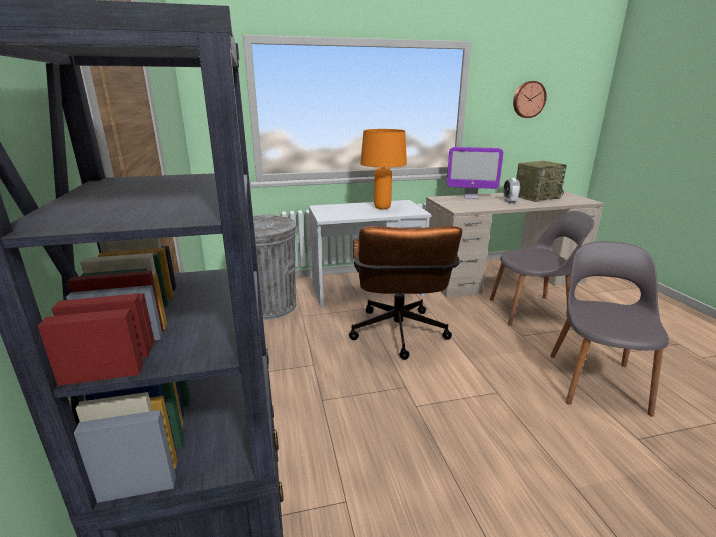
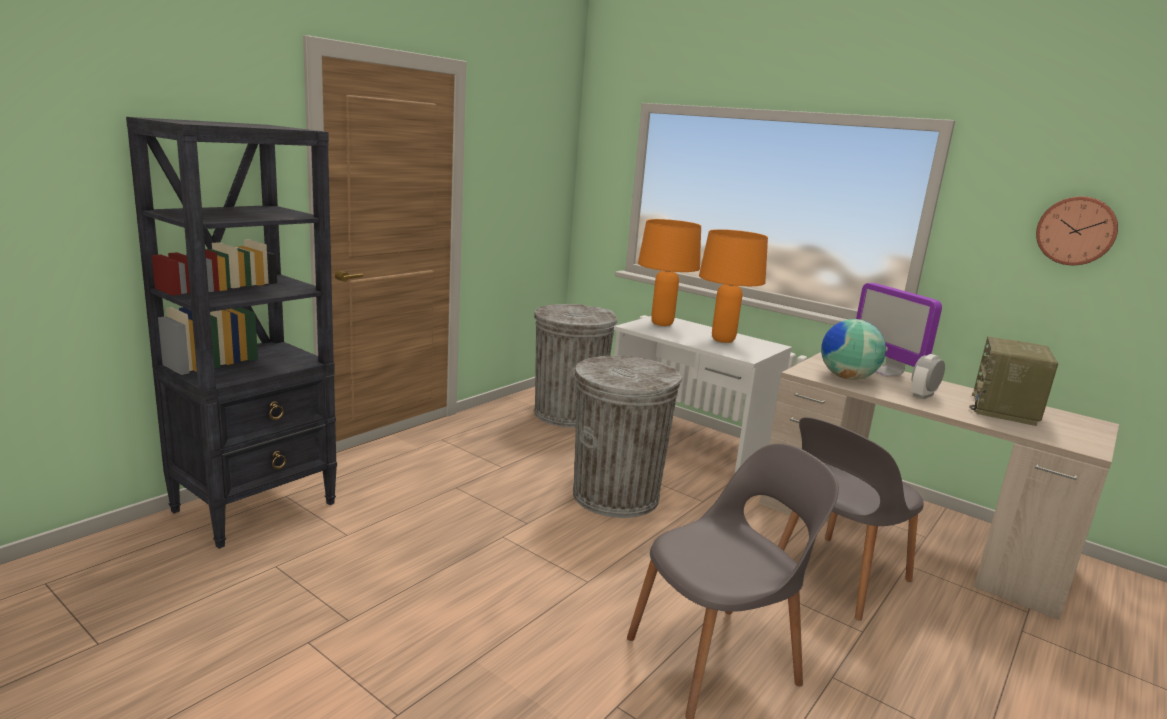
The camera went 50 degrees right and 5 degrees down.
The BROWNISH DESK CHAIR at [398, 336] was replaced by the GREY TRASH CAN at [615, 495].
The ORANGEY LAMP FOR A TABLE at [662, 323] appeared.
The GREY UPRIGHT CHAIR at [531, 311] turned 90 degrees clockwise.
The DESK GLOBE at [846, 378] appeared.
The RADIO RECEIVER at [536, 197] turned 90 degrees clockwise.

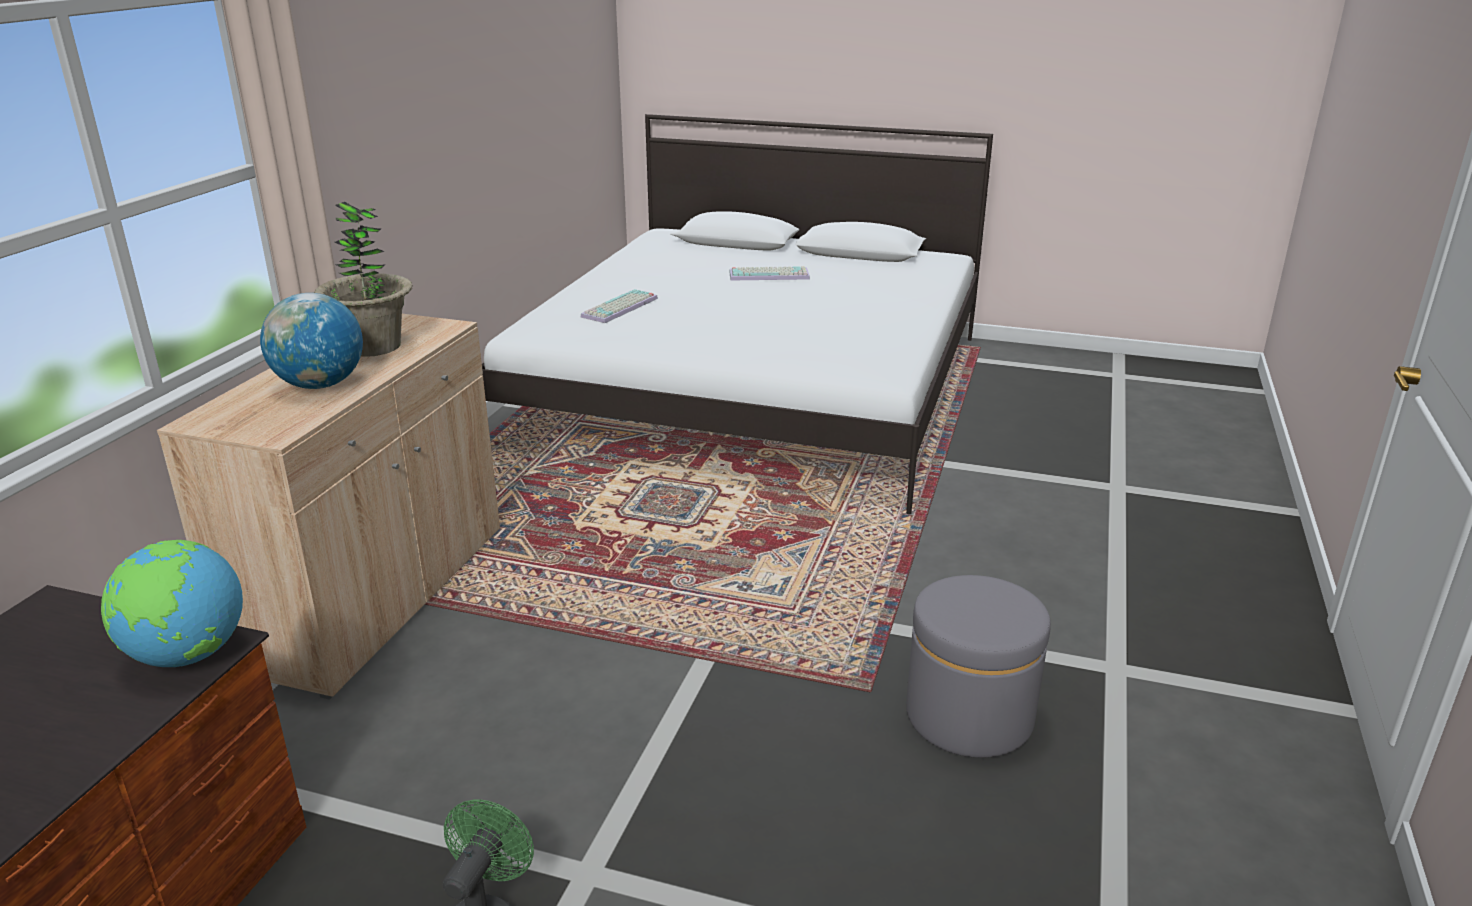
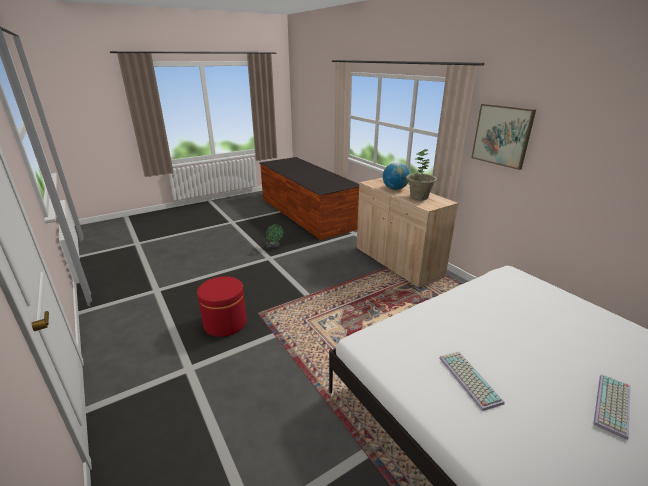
The camera went 130 degrees right and 0 degrees up.
The GREY FOOTREST at [969, 716] became the RED-COLOURED FOOTREST at [225, 323].
The KEYBOARD moved from [620, 308] to [467, 379].
The PICTURE at [502, 135] appeared.
The DESK GLOBE at [187, 655] disappeared.

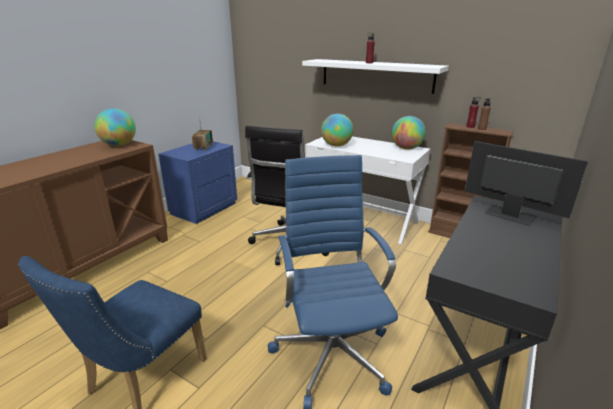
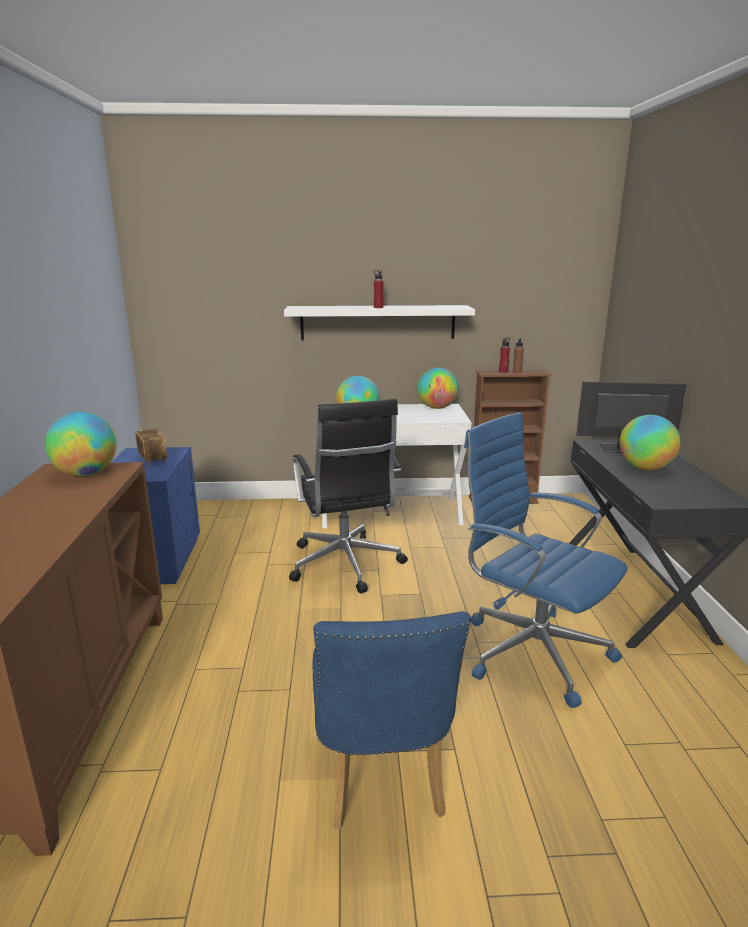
The camera went 35 degrees left and 5 degrees down.
The DESK GLOBE at [644, 468] appeared.

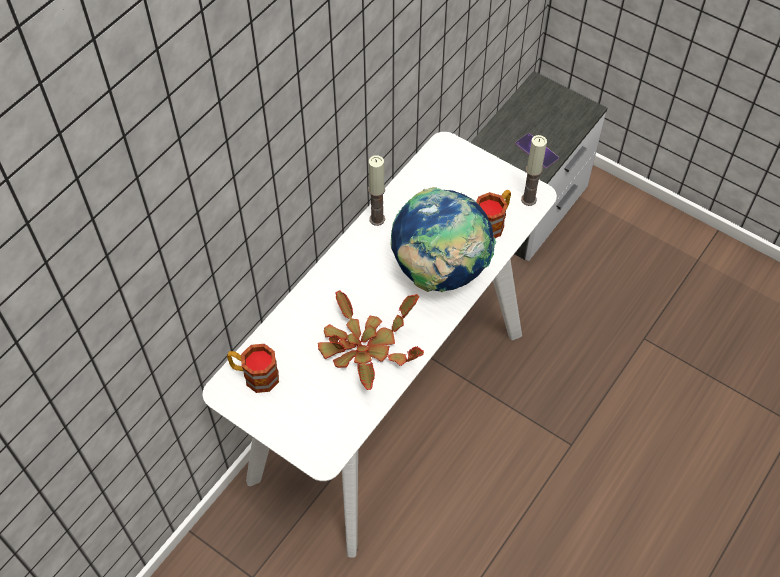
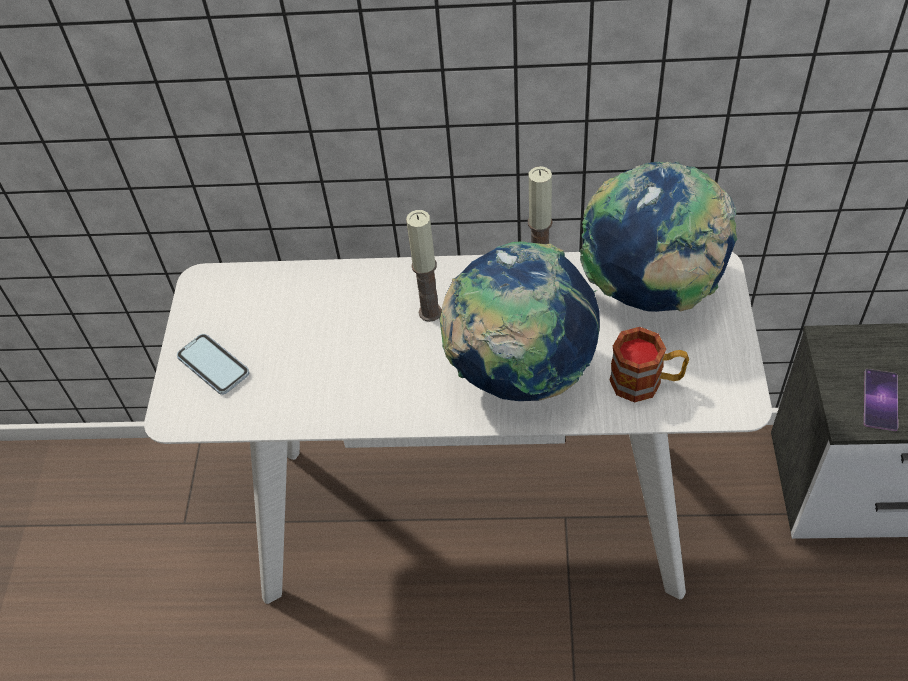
The camera went 60 degrees right and 5 degrees down.
The HANDSET at [213, 365] appeared.
The WAX CANDLE moved from [529, 199] to [430, 312].
The DESK GLOBE at [651, 290] appeared.
The TEA MUG at [254, 375] disappeared.
The PLANT IN A POT at [364, 348] disappeared.

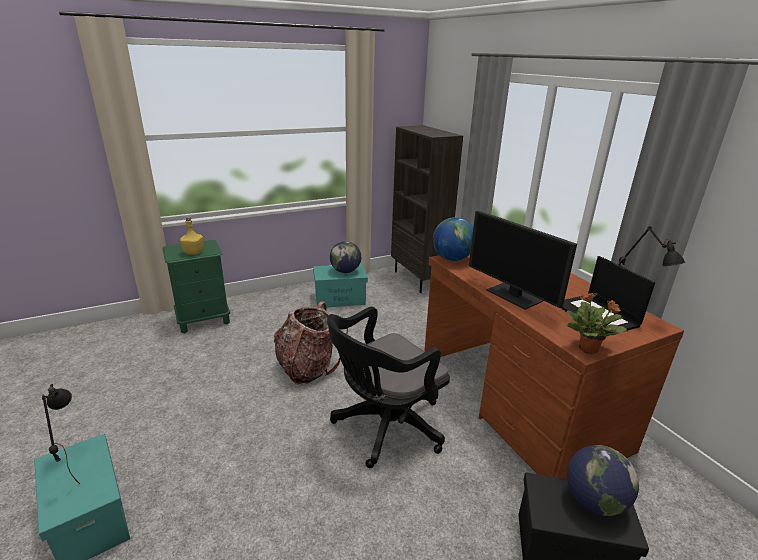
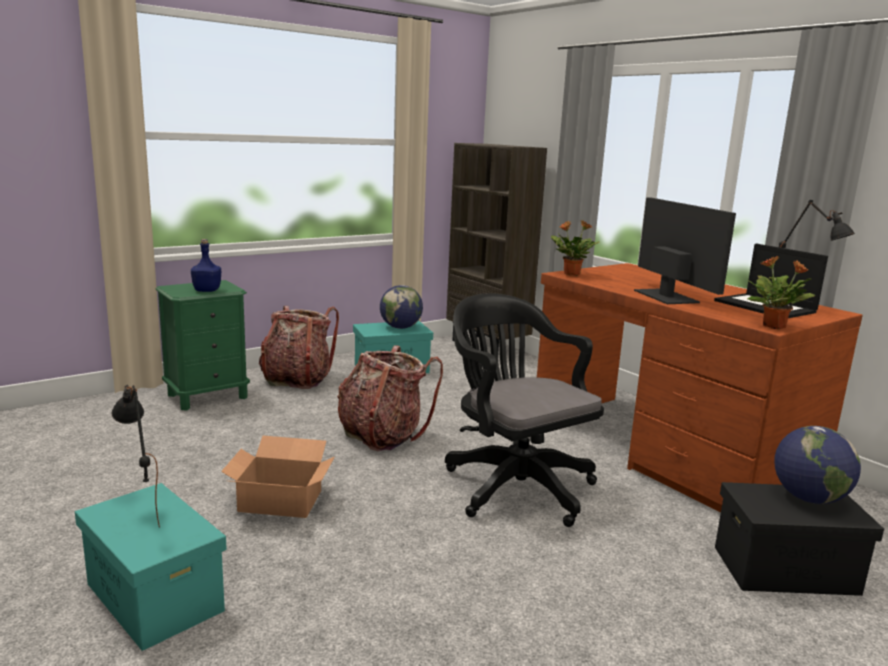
The camera went 10 degrees left and 10 degrees down.
The YELLOW-COLOURED DRINK BOTTLE at [194, 252] became the BLUE DRINK BOTTLE at [207, 290].
The PACKING BOX at [280, 500] appeared.
The BACKPACK at [297, 379] appeared.
The BLACK DESK CHAIR at [384, 428] turned 105 degrees clockwise.
The DESK GLOBE at [452, 259] was replaced by the PLANT IN A POT at [571, 274].
The COMPUTER DISPLAY at [515, 295] turned 150 degrees counterclockwise.

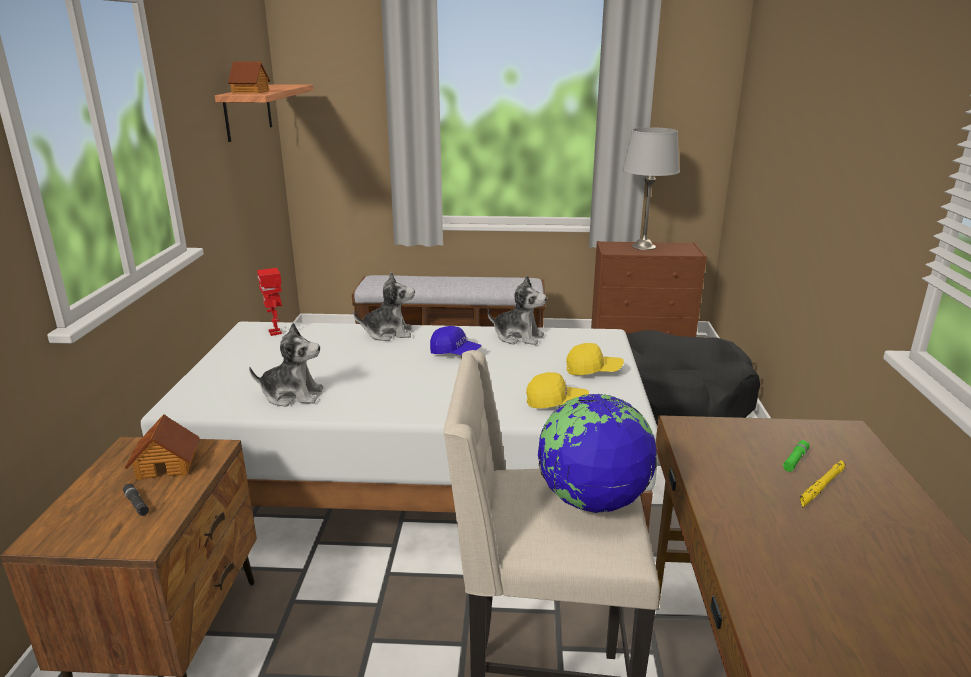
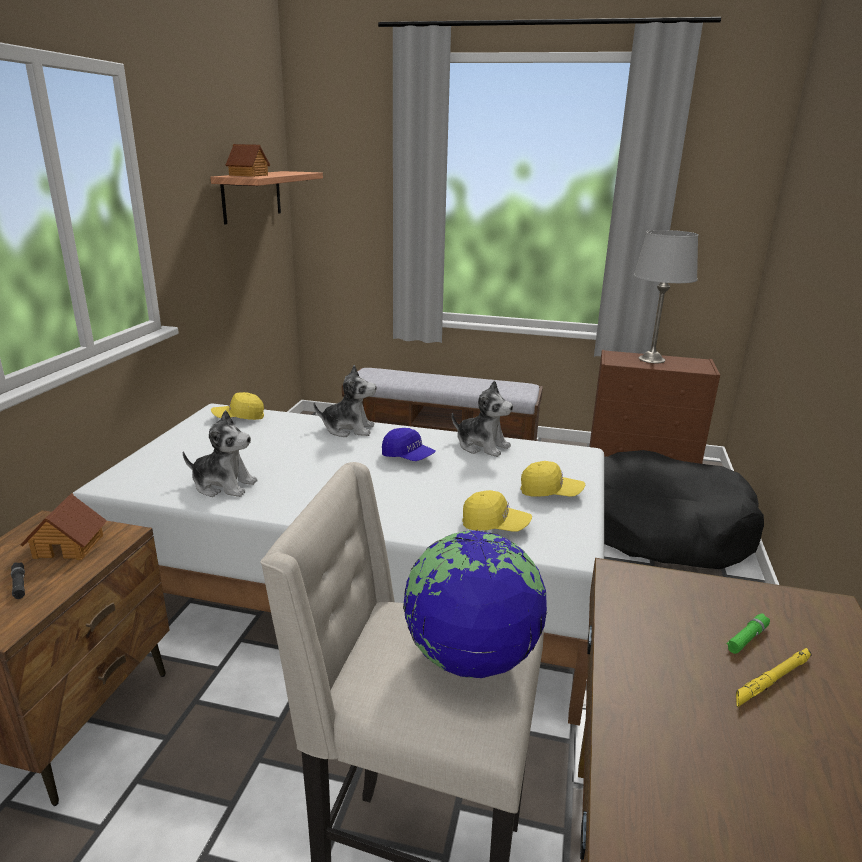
The camera went 10 degrees right and 0 degrees up.
The TOY ROBOT at [276, 332] was replaced by the YELLOW-COLOURED PEAKED CAP at [239, 417].

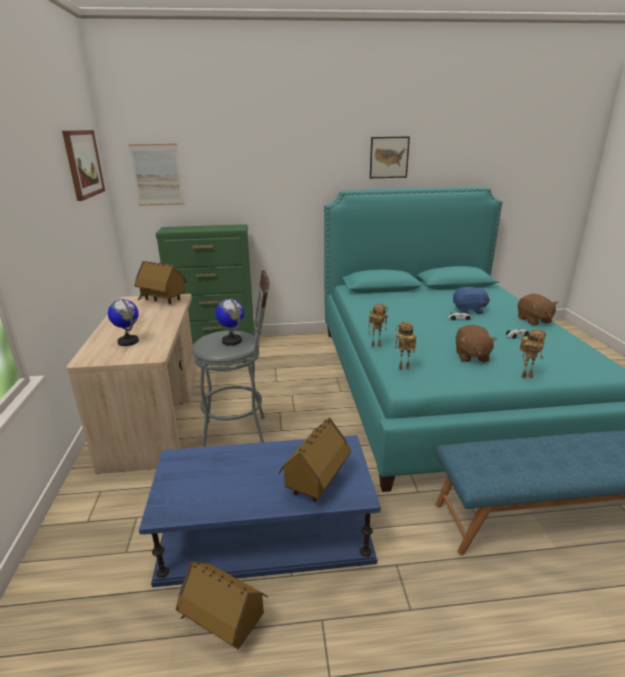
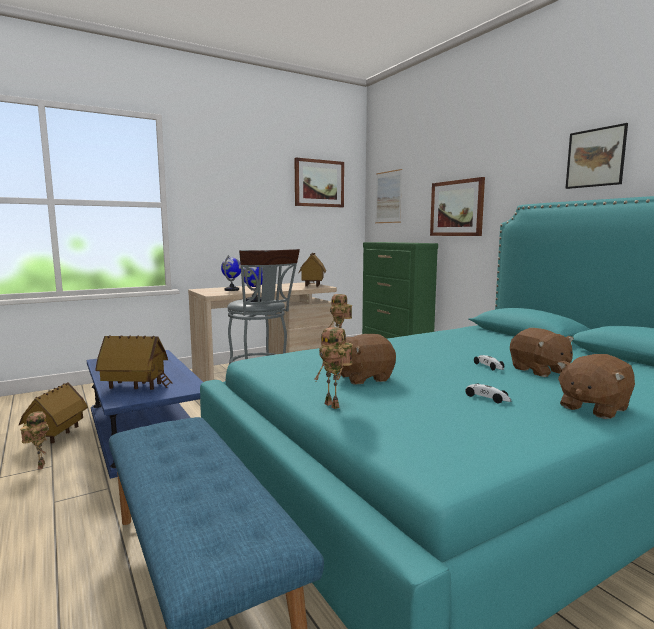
The camera went 65 degrees right and 15 degrees down.
The TOY ROBOT moved from [403, 368] to [39, 466].
The PICTURE at [457, 208] appeared.
The BLUE PLUSH TOY at [469, 310] became the BROWNISH PLUSH TOY at [539, 370].

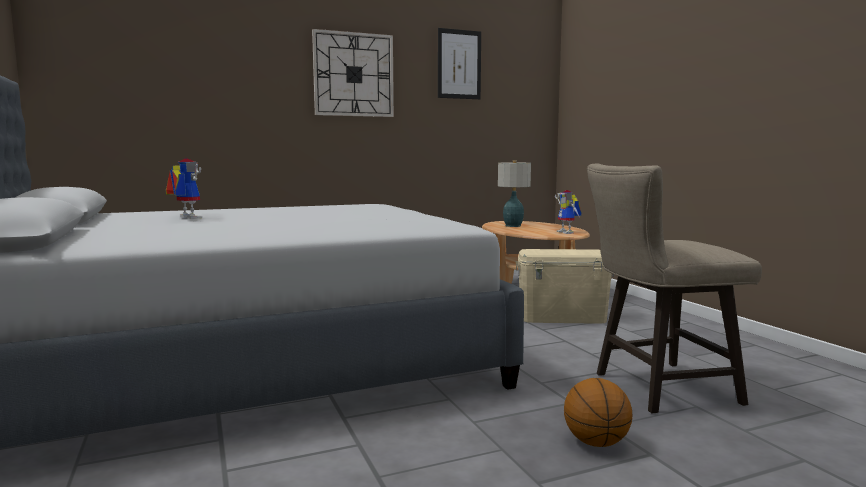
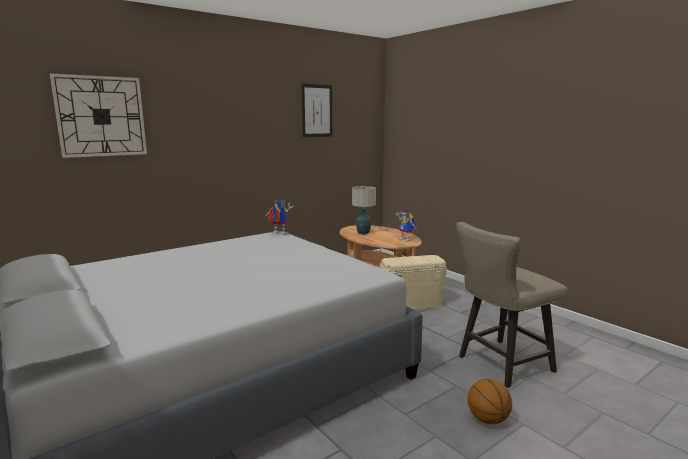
The camera went 15 degrees left and 5 degrees up.
The CLOCK ON THE WALL moved from [353, 74] to [101, 116].
The TOY ROBOT moved from [185, 218] to [277, 233].

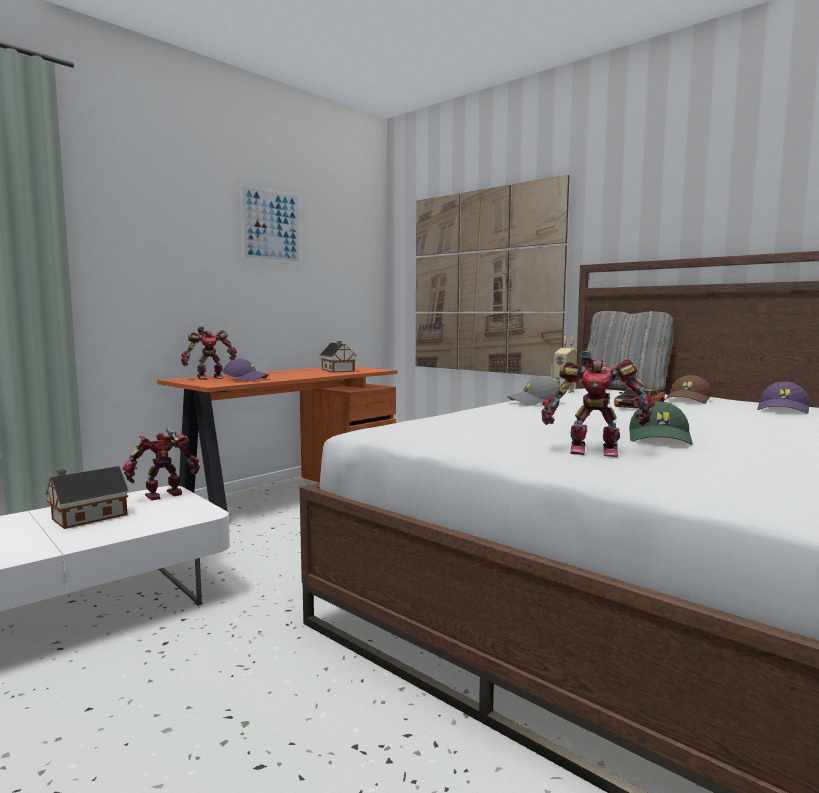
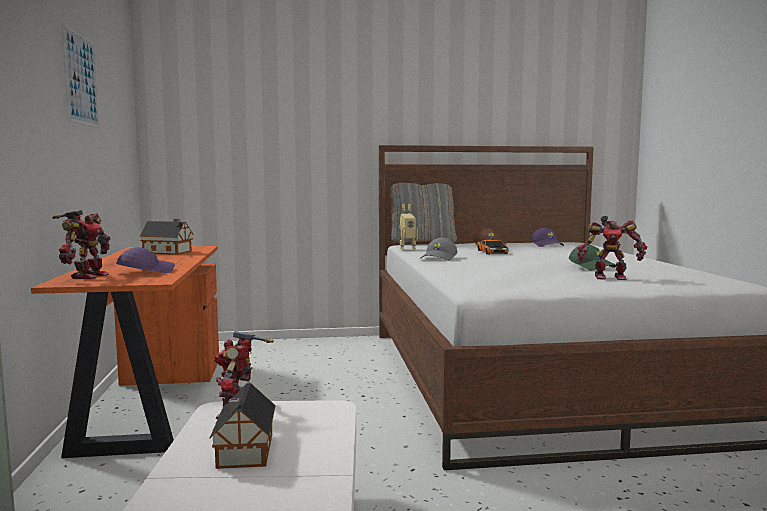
The camera went 50 degrees left and 0 degrees up.
The TOY ROBOT at [593, 450] turned 45 degrees clockwise.
The PICTURE at [484, 281] disappeared.

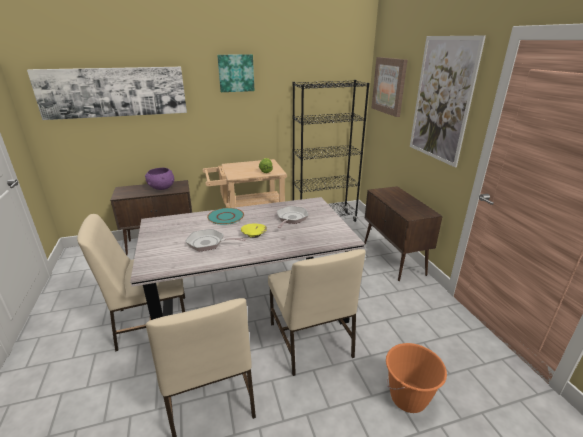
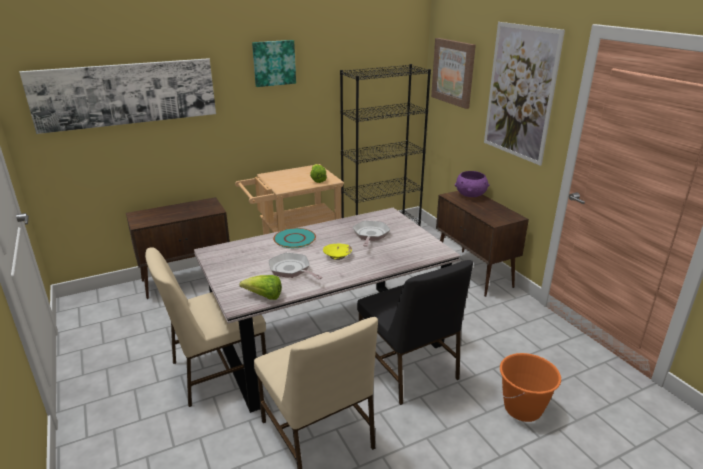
The camera went 10 degrees left and 0 degrees up.
The LETTUCE at [264, 297] appeared.
The PAN at [209, 243] turned 45 degrees clockwise.
The SAND-COLOURED UPRIGHT CHAIR at [310, 341] became the BLACK UPRIGHT CHAIR at [408, 369].
The PURPLE DEEP DISH moved from [161, 188] to [470, 195].

